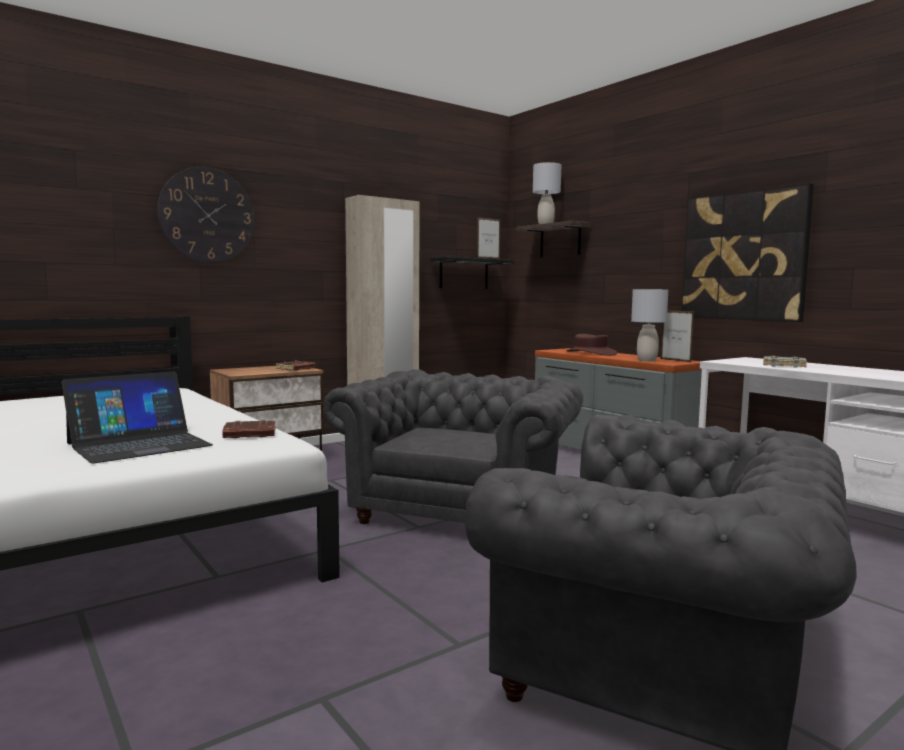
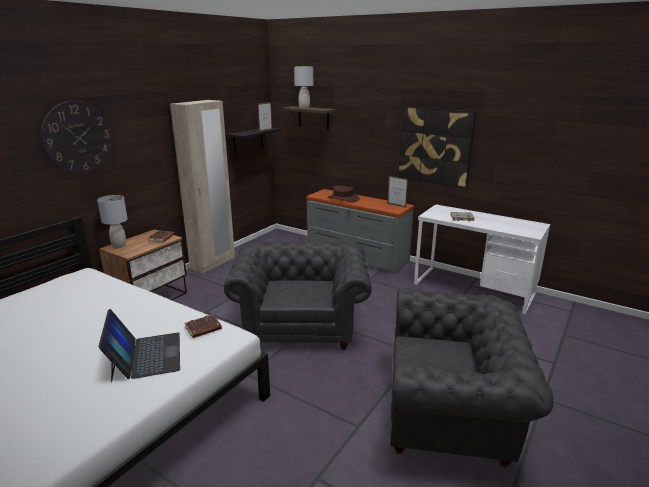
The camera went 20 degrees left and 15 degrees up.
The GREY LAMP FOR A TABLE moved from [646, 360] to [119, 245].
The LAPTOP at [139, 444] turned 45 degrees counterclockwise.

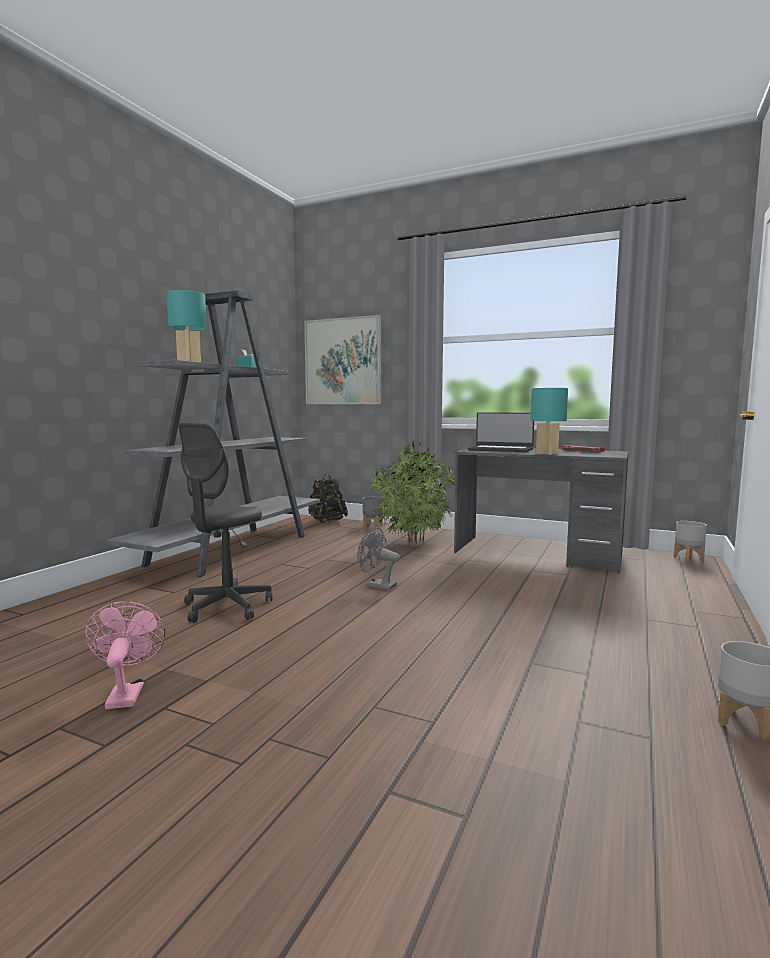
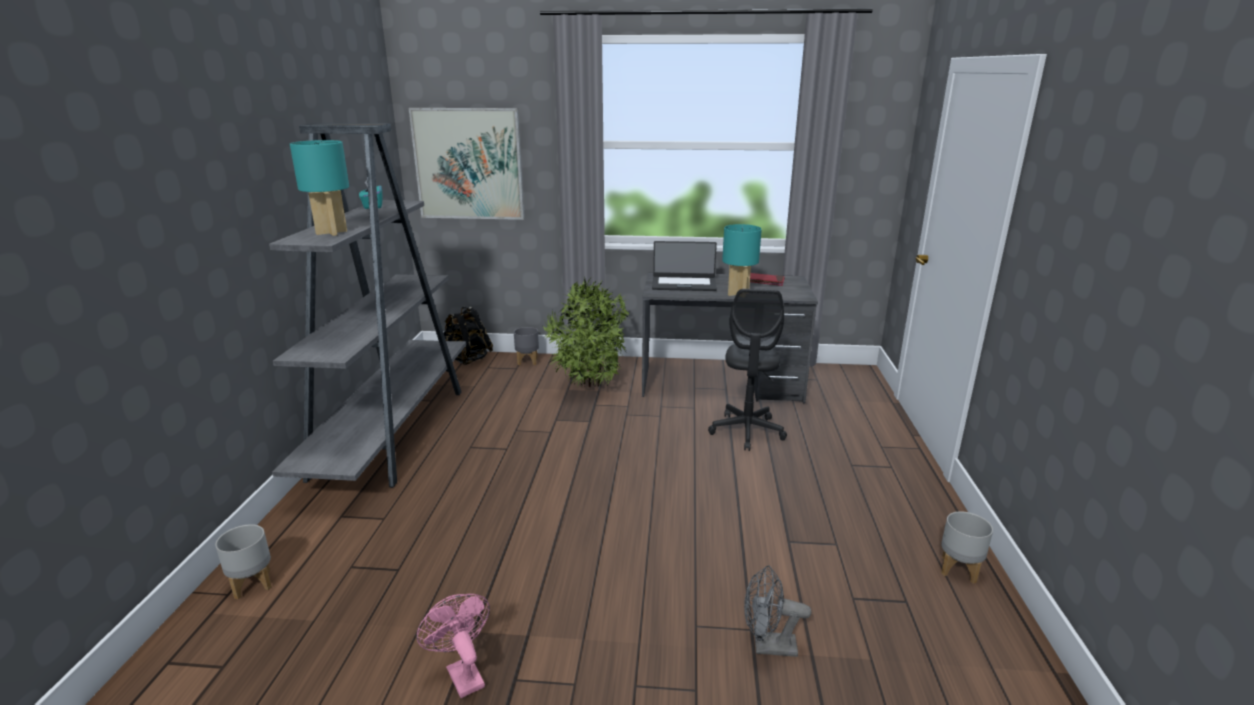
The camera went 20 degrees left and 15 degrees up.
The GREY PLANTER moved from [689, 558] to [253, 584].
The GREY DESK CHAIR moved from [227, 607] to [747, 431].
The GREY COOLING FAN moved from [376, 586] to [767, 646].

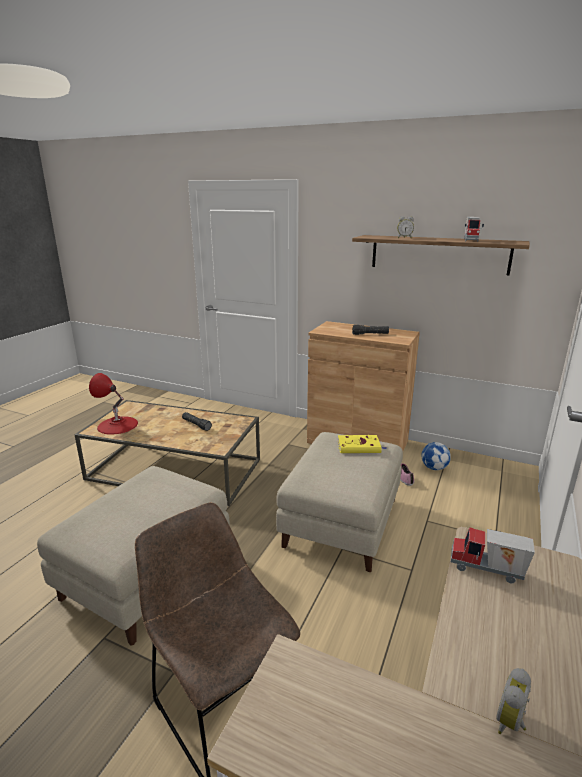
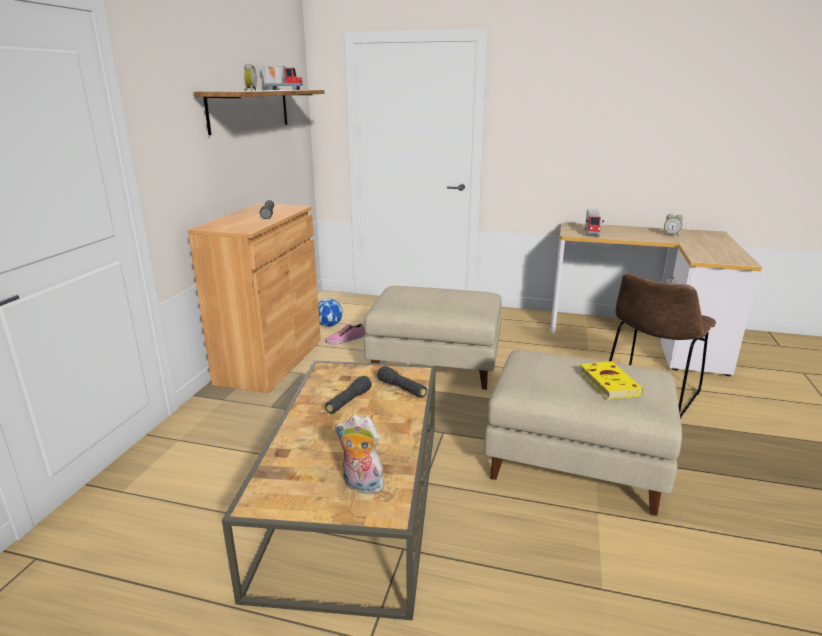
The camera went 100 degrees left and 0 degrees up.
The RED-COLOURED LAMP FOR A TABLE at [117, 425] was replaced by the PLUSH TOY at [361, 486].
The BLACK FLASHLIGHT at [402, 389] appeared.
The YELLOW-COLOURED BOUND BOOK moved from [360, 447] to [607, 383].

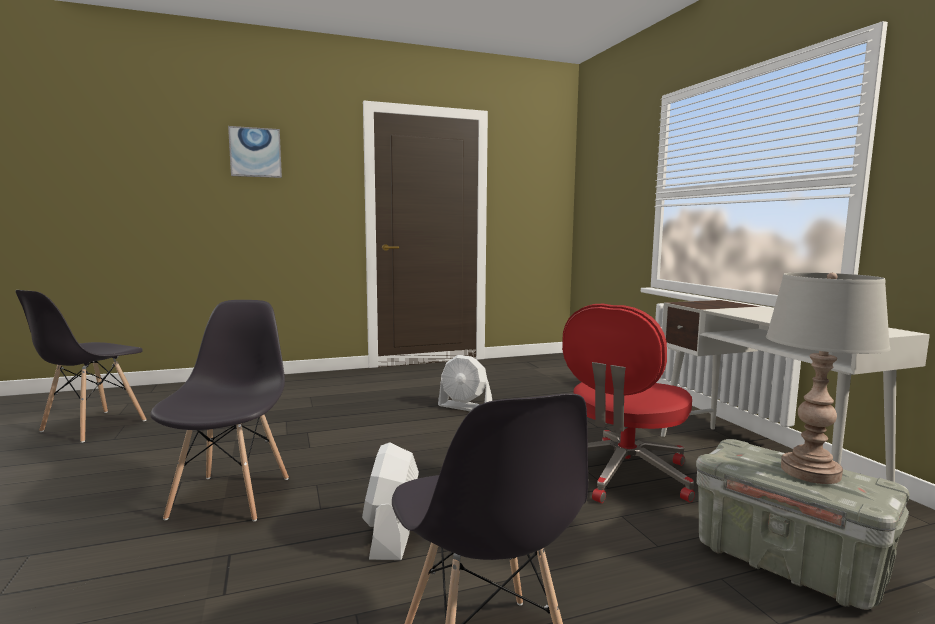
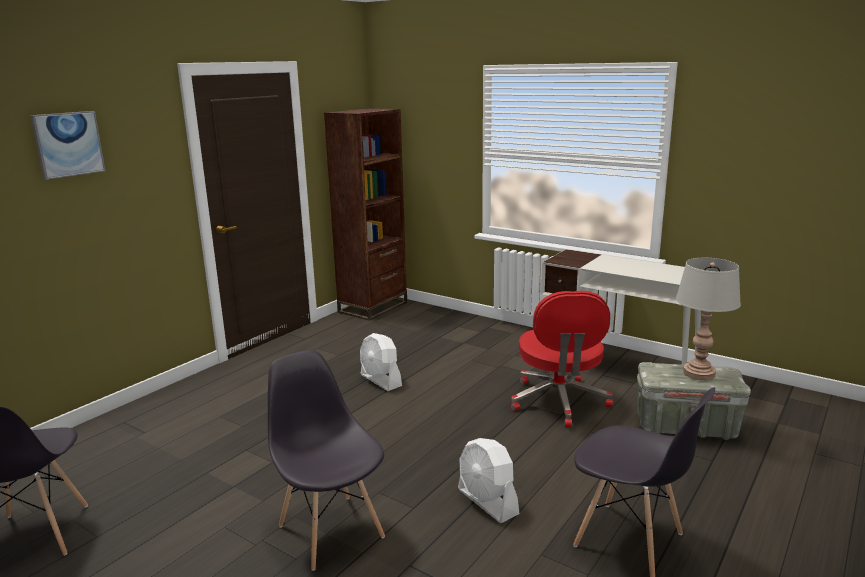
The camera went 35 degrees left and 10 degrees up.
The BROWNISH SHELVING UNIT at [373, 307] appeared.
The WHITE-COLOURED COOLING FAN at [465, 407] turned 60 degrees clockwise.

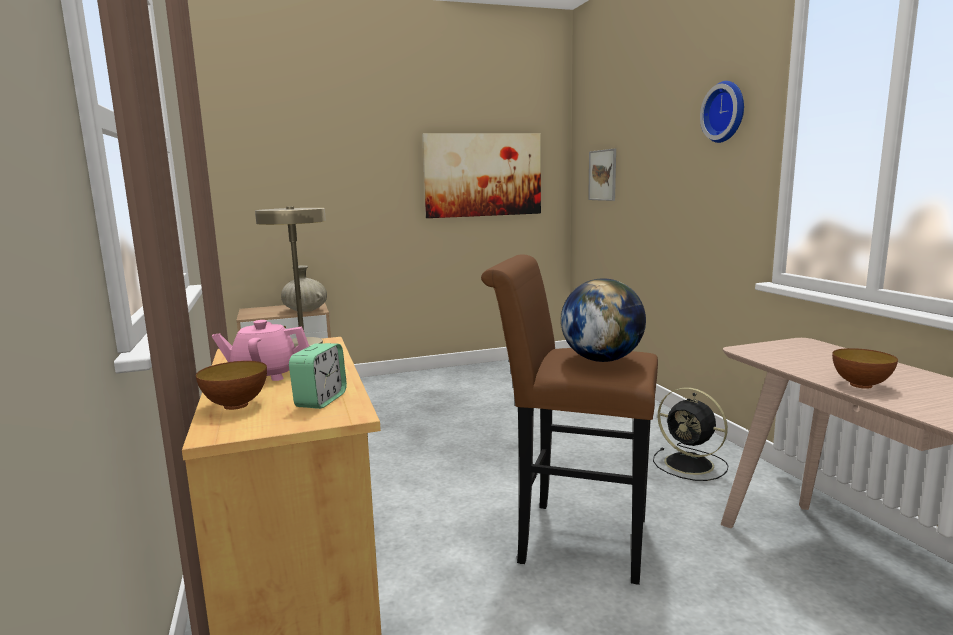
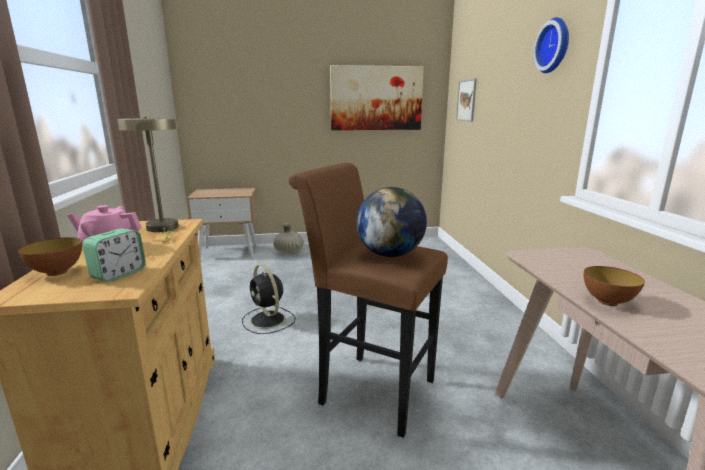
The camera went 10 degrees right and 5 degrees up.
The BLACK COOLING FAN moved from [691, 464] to [268, 320].
The SAND-COLOURED DECORATIVE VASE moved from [305, 311] to [288, 252].

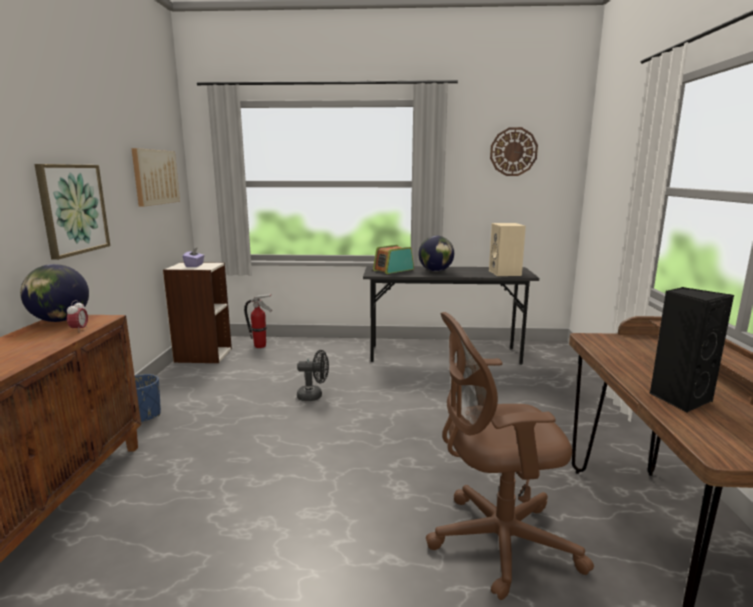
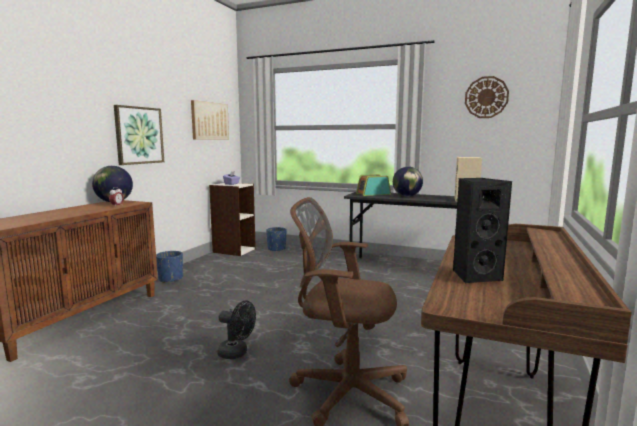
The camera went 20 degrees right and 5 degrees down.
The BLACK COOLING FAN moved from [314, 396] to [237, 353].
The FIRE EXTINGUISHER at [260, 346] was replaced by the BLUE PLANTER at [276, 249].

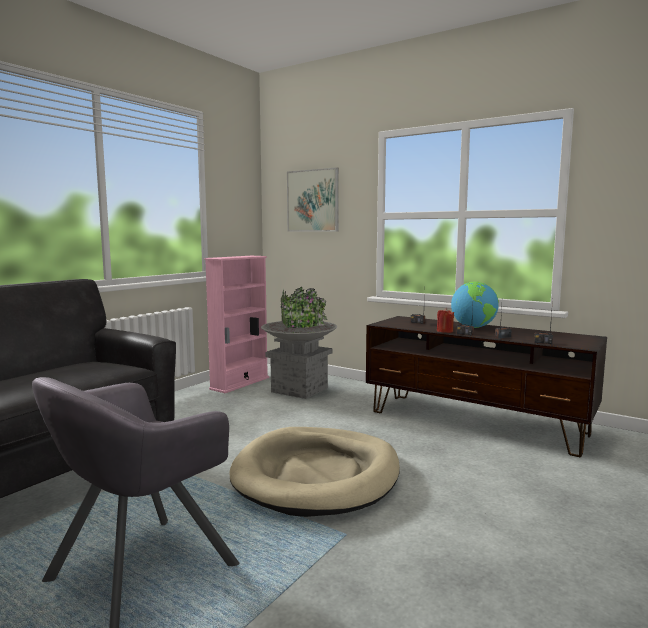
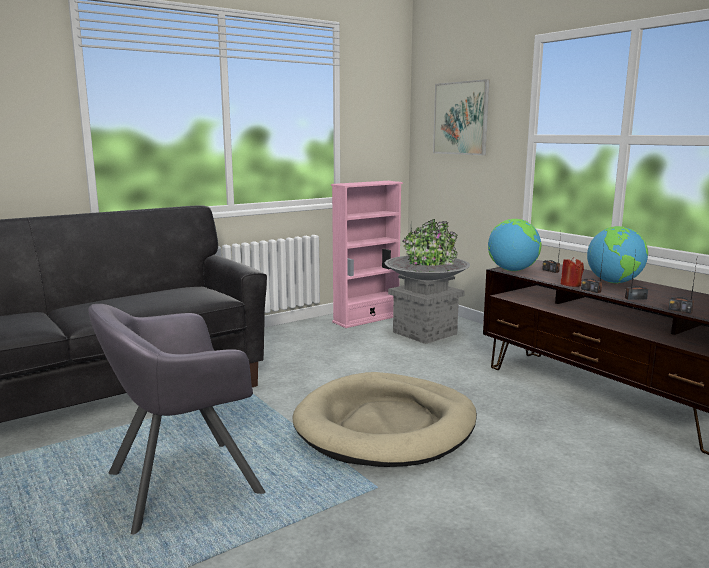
The camera went 20 degrees right and 5 degrees up.
The DESK GLOBE at [512, 270] appeared.

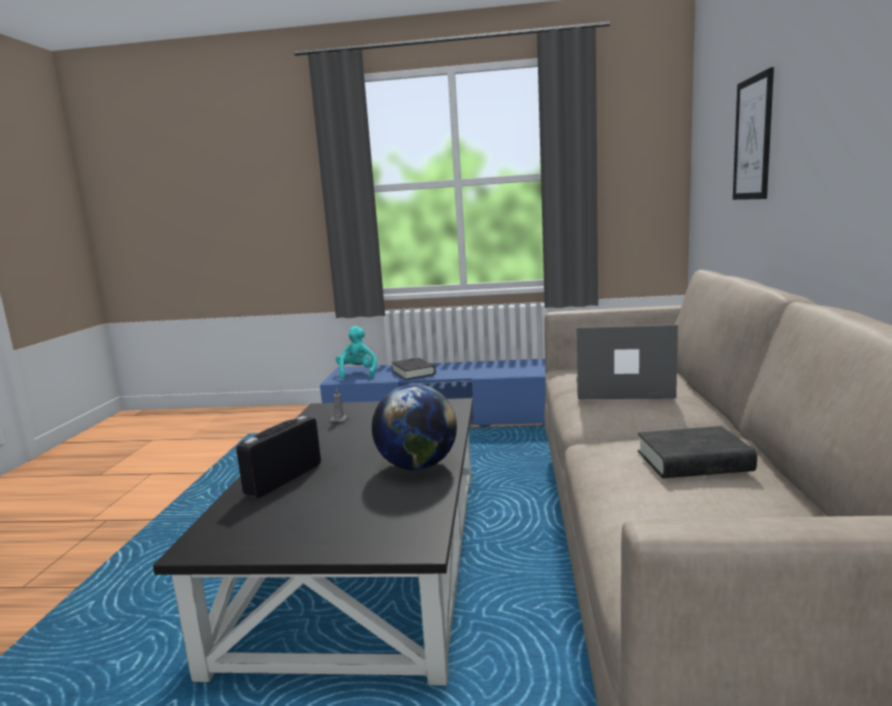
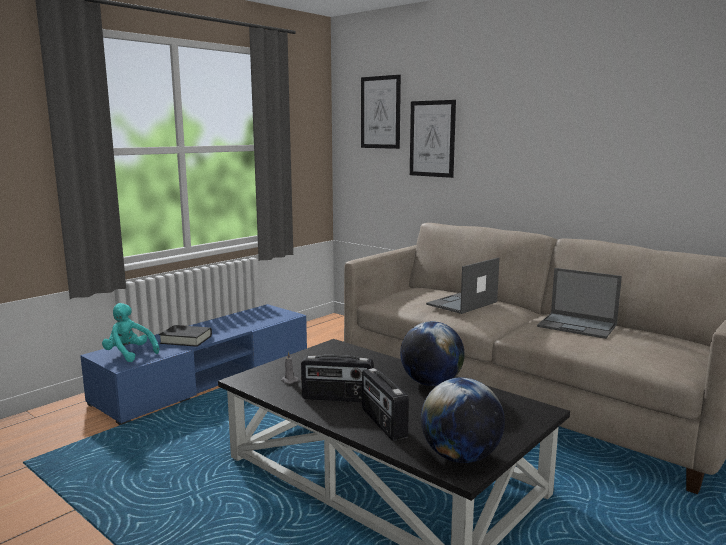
The camera went 55 degrees left and 0 degrees up.
The RADIO RECEIVER at [337, 398] appeared.
The PICTURE at [380, 112] appeared.
The DESK GLOBE at [460, 457] appeared.
The BLACK BOUND BOOK at [693, 461] was replaced by the LAPTOP at [578, 326].

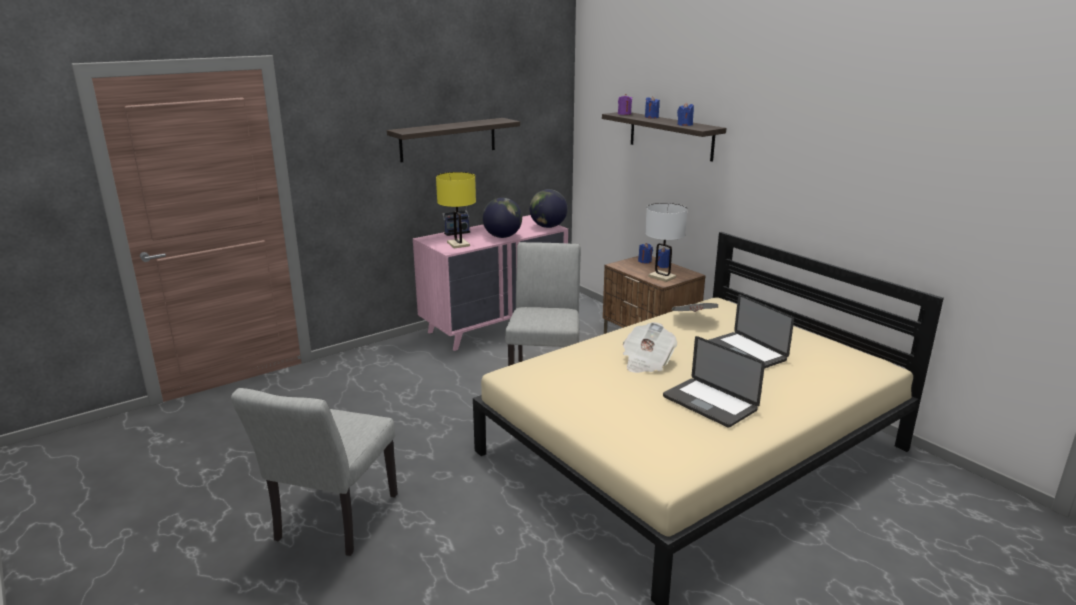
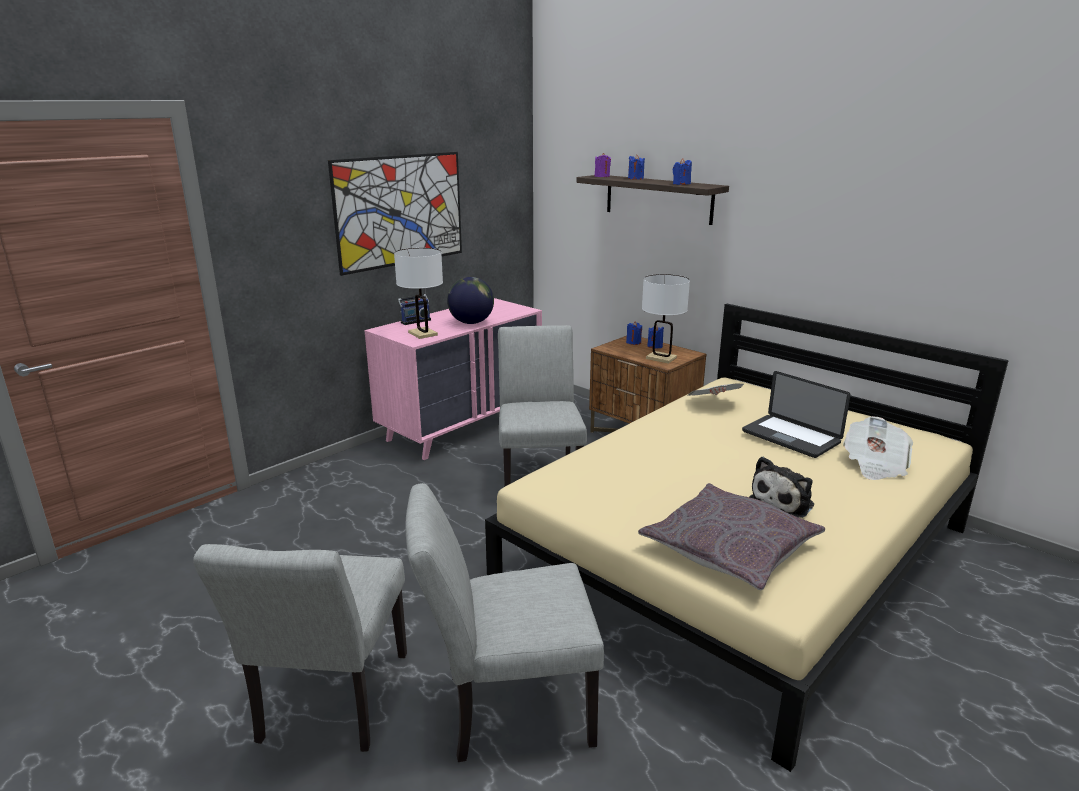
The camera went 10 degrees left and 0 degrees up.
The SHELF at [448, 139] was replaced by the PICTURE at [400, 210].
The YELLOW-COLOURED LAMP FOR A TABLE at [458, 244] became the WHITE-COLOURED LAMP FOR A TABLE at [422, 334].
The GREY UPRIGHT CHAIR at [506, 709] appeared.
The GREY CUSHION at [729, 548] appeared.
The LAPTOP at [709, 403] was replaced by the PLUSH TOY at [783, 502].
The NEWSPAPER moved from [646, 362] to [874, 465].
The DESK GLOBE at [548, 226] disappeared.

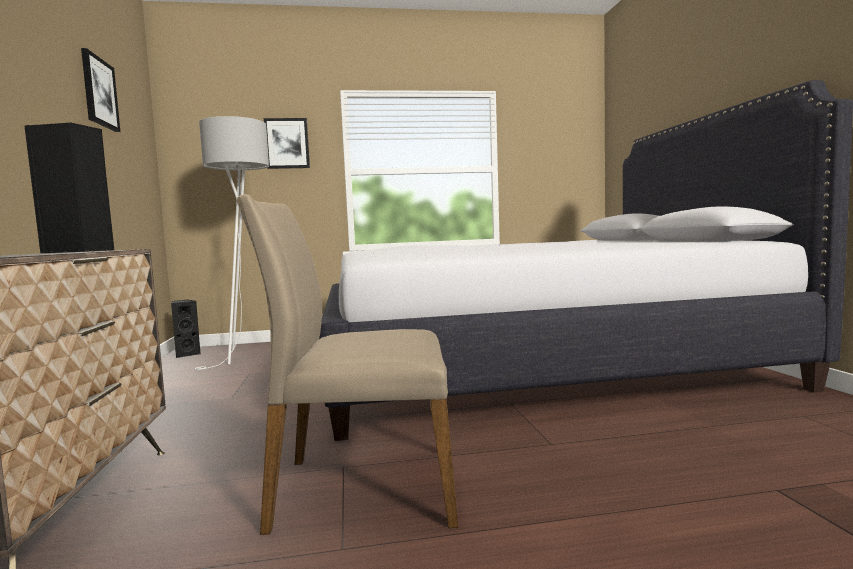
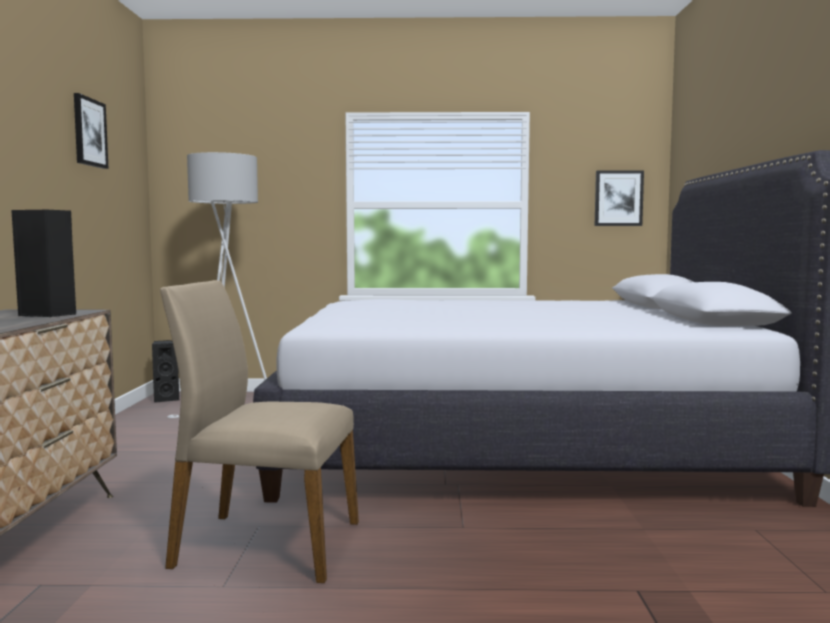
The camera went 10 degrees right and 0 degrees up.
The PICTURE moved from [287, 143] to [618, 198].

